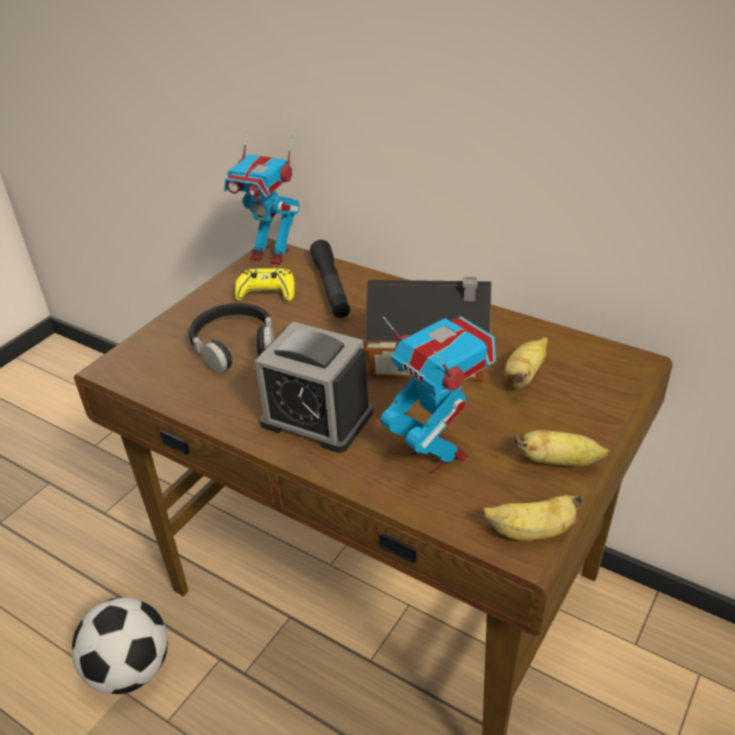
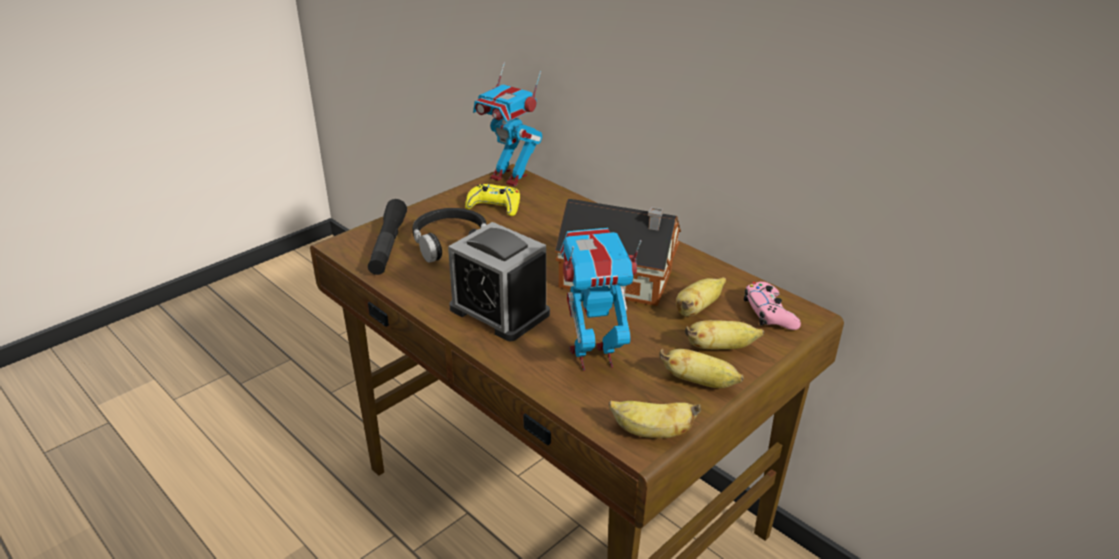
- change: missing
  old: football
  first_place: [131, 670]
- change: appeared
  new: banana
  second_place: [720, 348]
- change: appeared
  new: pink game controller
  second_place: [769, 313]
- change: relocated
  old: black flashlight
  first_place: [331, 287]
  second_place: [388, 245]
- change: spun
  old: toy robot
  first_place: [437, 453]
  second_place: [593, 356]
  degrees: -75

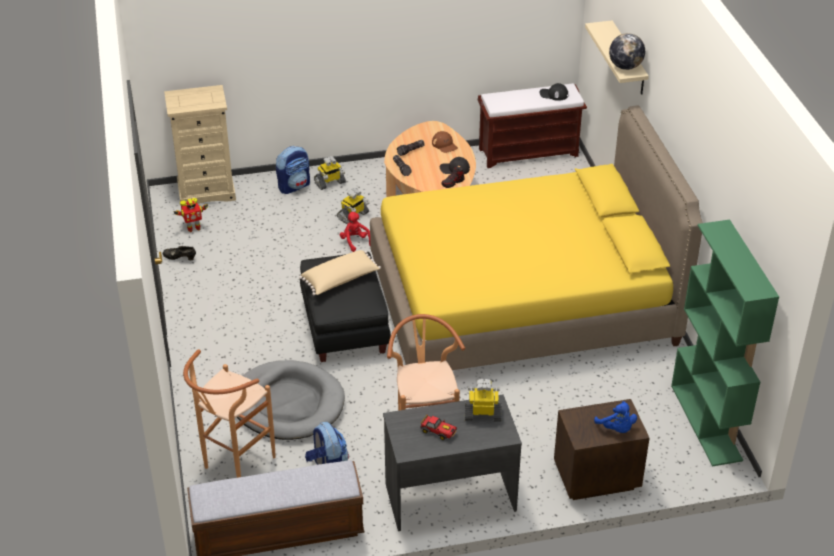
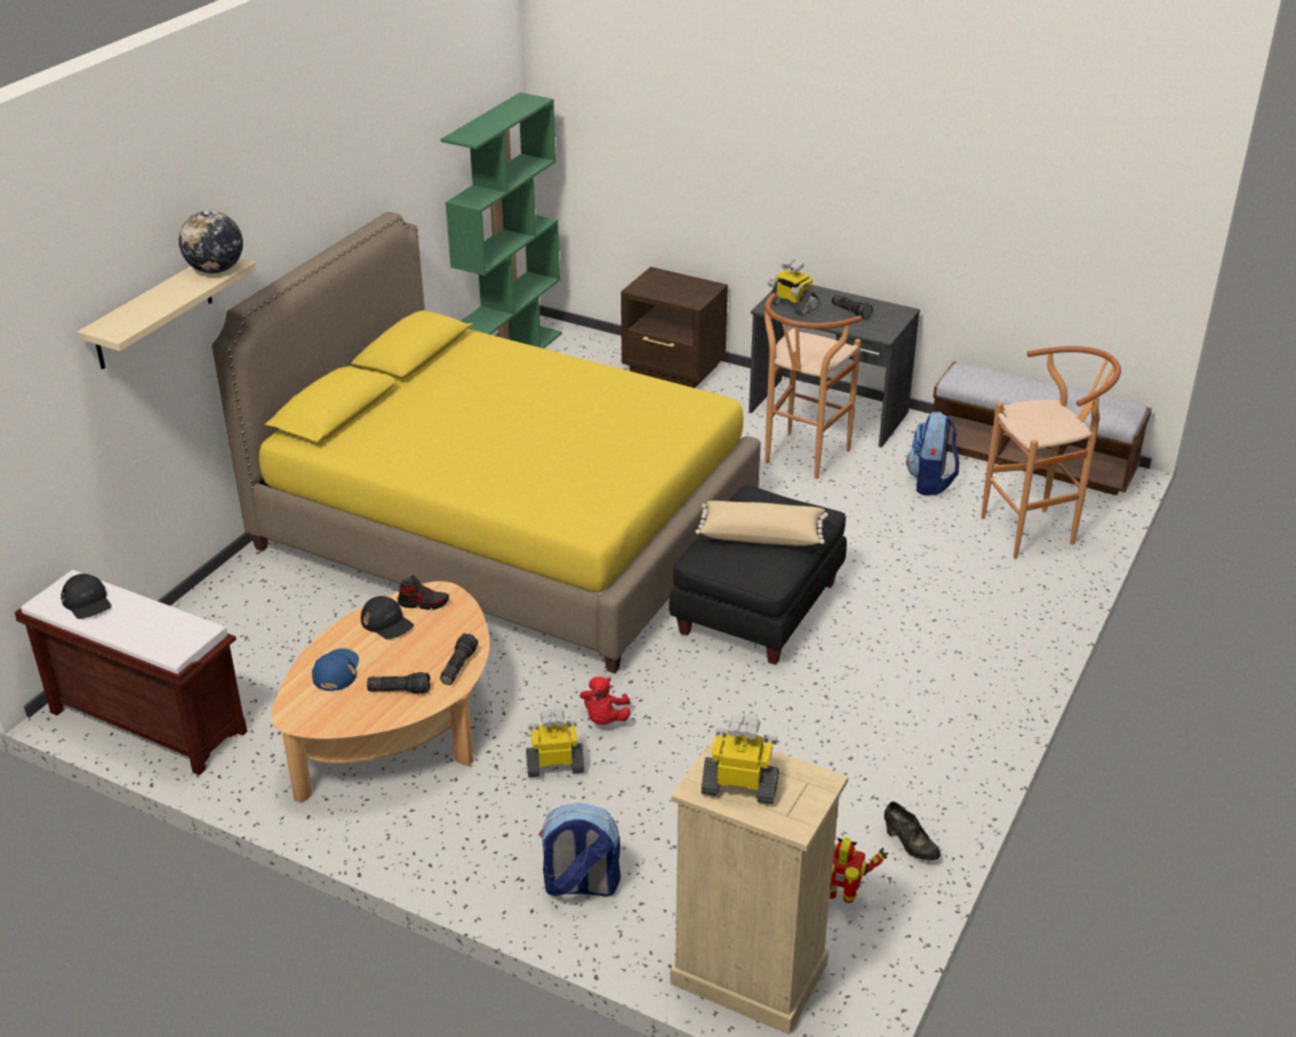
- change: missing
  old: grey dog bed
  first_place: [287, 404]
- change: missing
  old: blue plush toy
  first_place: [616, 429]
- change: relocated
  old: toy robot
  first_place: [330, 183]
  second_place: [740, 786]
- change: exchanged
  old: toy car
  new: flashlight
  first_place: [438, 431]
  second_place: [852, 311]
- change: colour
  old: brown cap
  new: blue cap
  first_place: [444, 145]
  second_place: [336, 671]

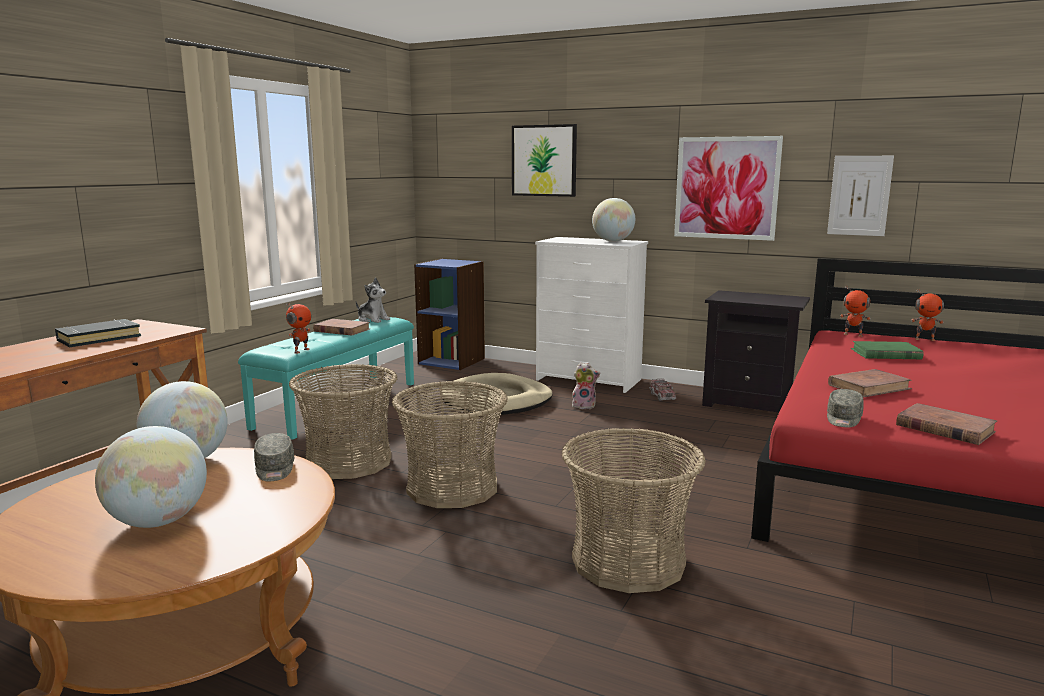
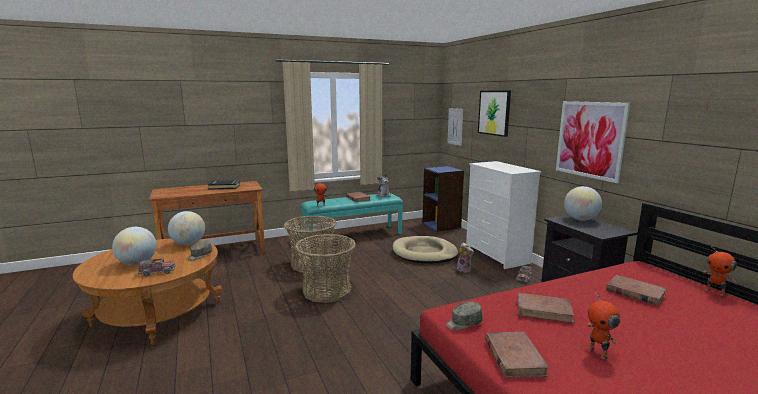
- change: missing
  old: basket
  first_place: [628, 561]
- change: appeared
  new: toy truck
  second_place: [157, 272]
- change: relocated
  old: globe
  first_place: [613, 241]
  second_place: [580, 219]
- change: relocated
  old: picture
  first_place: [859, 195]
  second_place: [455, 126]
- change: relocated
  old: toy robot
  first_place: [853, 335]
  second_place: [598, 352]
- change: colour
  old: green book
  new: brown book
  first_place: [885, 354]
  second_place: [634, 292]

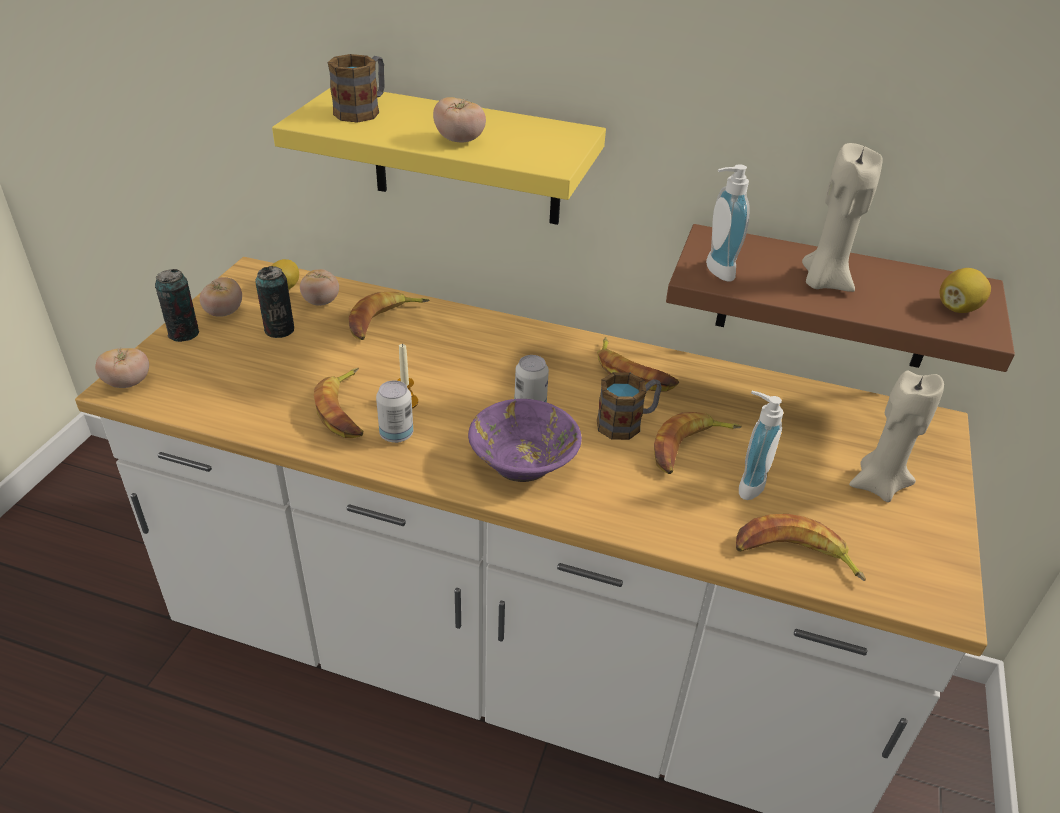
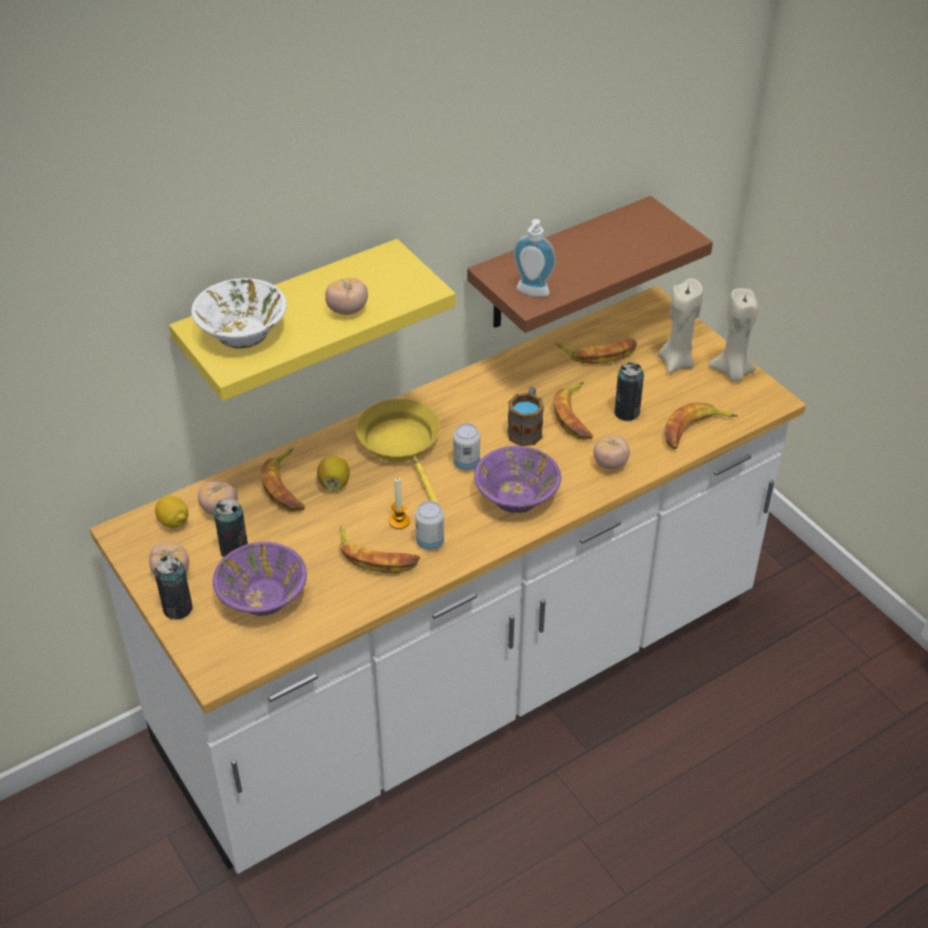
- change: appeared
  new: purple bowl
  second_place: [262, 596]
- change: appeared
  new: yellow frying pan
  second_place: [402, 445]
- change: relocated
  old: tomato
  first_place: [128, 383]
  second_place: [610, 463]
- change: relocated
  old: banana
  first_place: [633, 372]
  second_place: [599, 353]
- change: relocated
  old: beige candle
  first_place: [823, 282]
  second_place: [732, 372]
- change: relocated
  old: lemon
  first_place: [957, 308]
  second_place: [334, 483]
- change: exchanged
  old: mug
  new: white bowl
  first_place: [363, 110]
  second_place: [242, 331]
- change: exchanged
  old: soap dispenser
  new: can
  first_place: [746, 484]
  second_place: [626, 412]

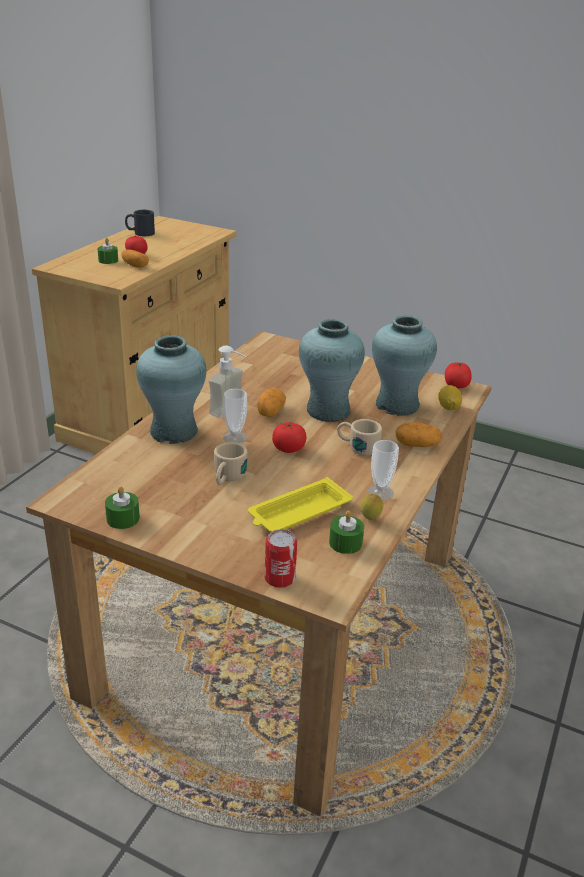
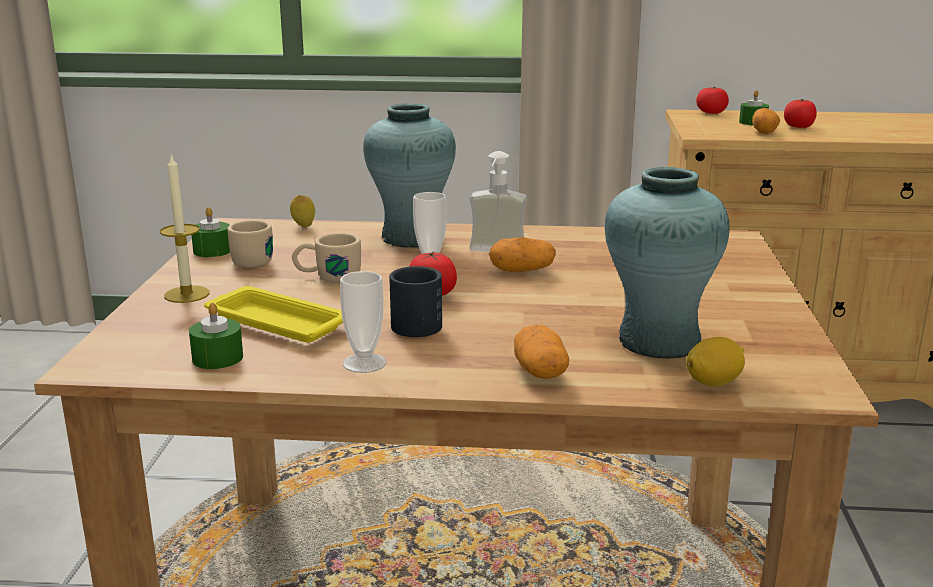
- change: missing
  old: can
  first_place: [279, 578]
- change: missing
  old: turquoise vase
  first_place: [328, 411]
- change: appeared
  new: candle
  second_place: [187, 294]
- change: relocated
  old: black mug
  first_place: [140, 233]
  second_place: [413, 322]
- change: relocated
  old: beige mug
  first_place: [356, 447]
  second_place: [256, 258]
- change: relocated
  old: lemon
  first_place: [370, 519]
  second_place: [303, 227]
- change: relocated
  old: tomato
  first_place: [456, 386]
  second_place: [711, 113]

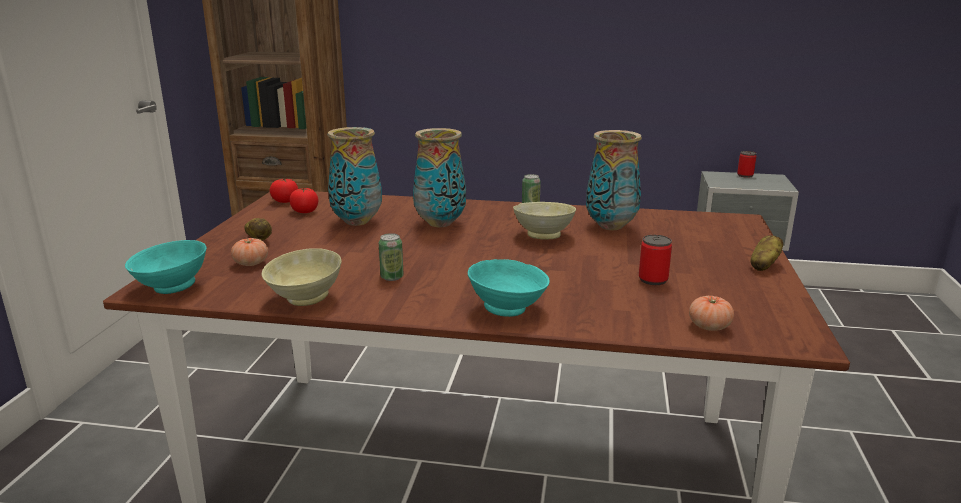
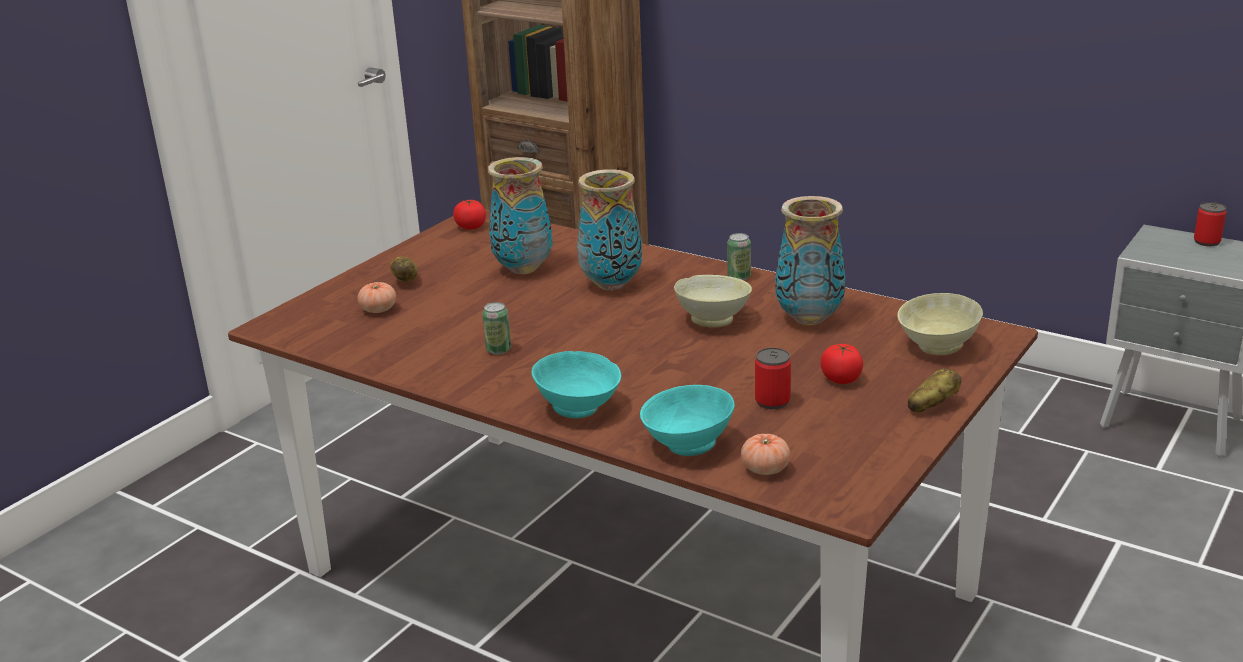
- change: relocated
  old: turquoise bowl
  first_place: [171, 287]
  second_place: [687, 444]
- change: relocated
  old: beige bowl
  first_place: [304, 298]
  second_place: [936, 347]
- change: relocated
  old: tomato
  first_place: [305, 211]
  second_place: [841, 379]

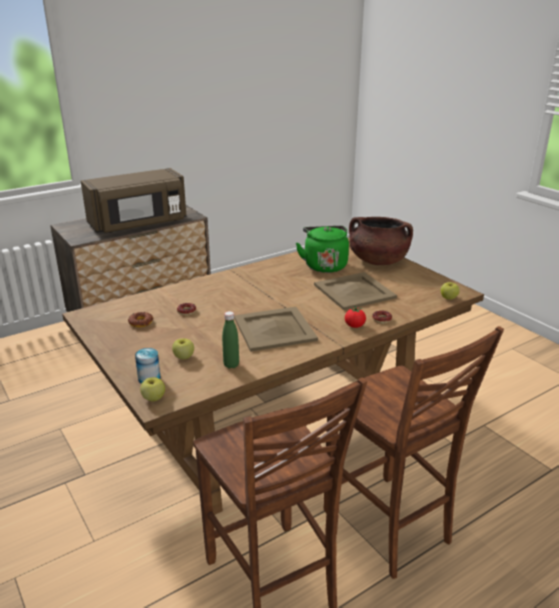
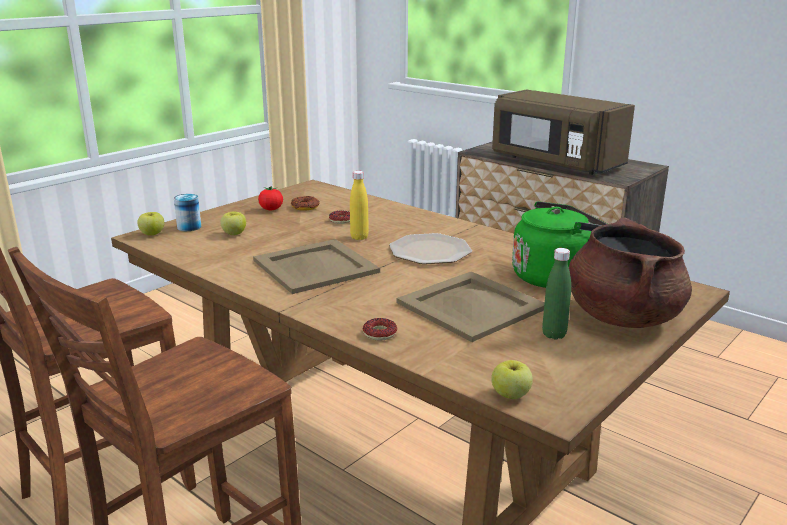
- change: appeared
  new: yellow bottle
  second_place: [359, 237]
- change: appeared
  new: plate
  second_place: [429, 251]
- change: relocated
  old: green bottle
  first_place: [231, 365]
  second_place: [554, 334]
- change: relocated
  old: tomato
  first_place: [354, 326]
  second_place: [271, 209]

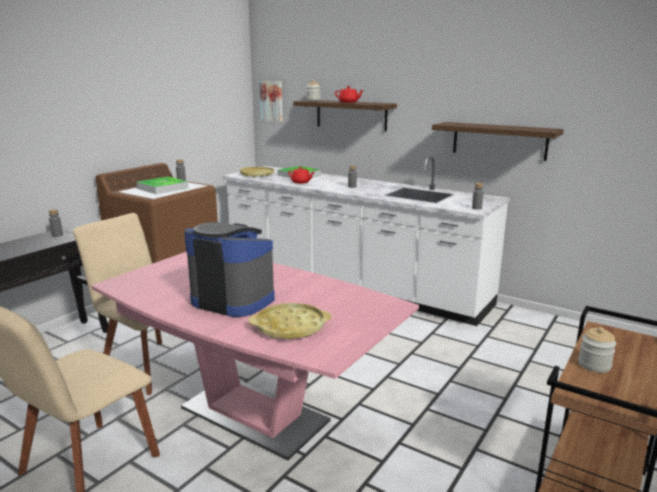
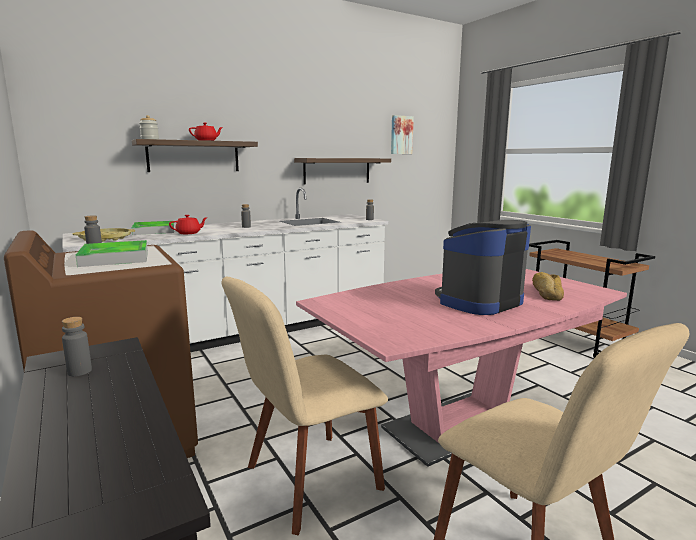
- change: missing
  old: jar
  first_place: [594, 365]
- change: relocated
  old: picture
  first_place: [272, 101]
  second_place: [401, 135]
- change: exchanged
  old: yellow tray
  new: bread
  first_place: [290, 327]
  second_place: [546, 293]

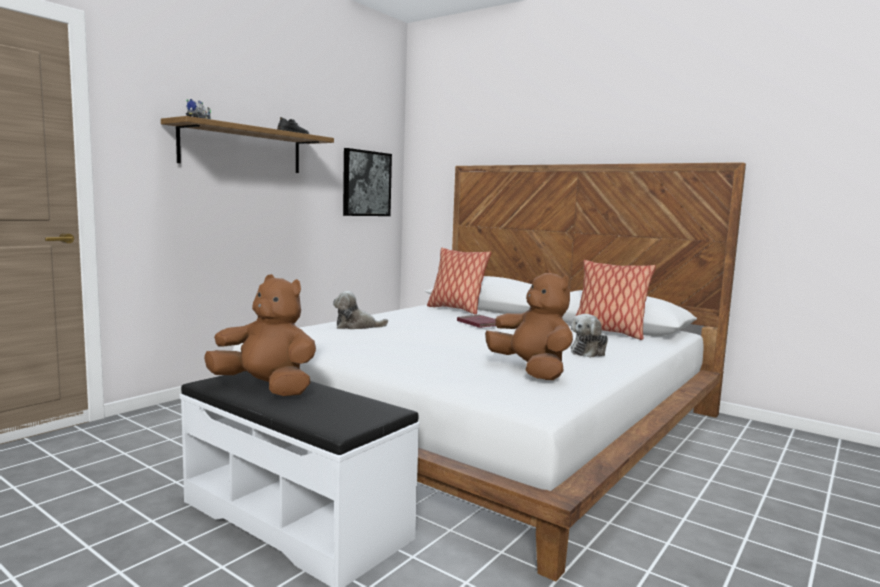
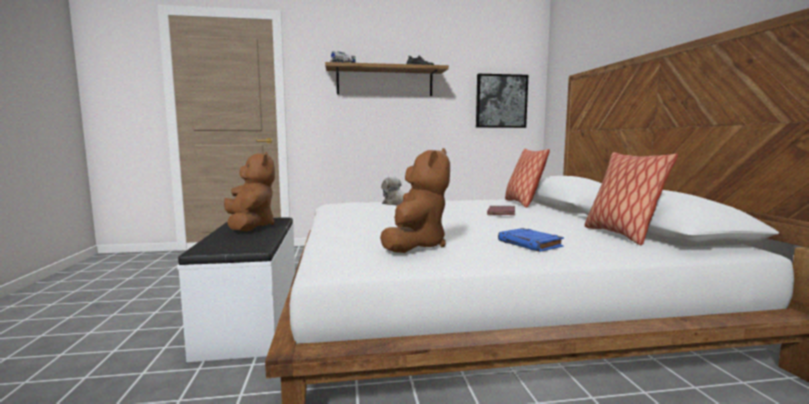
- change: exchanged
  old: plush toy
  new: blue book
  first_place: [589, 352]
  second_place: [530, 244]

